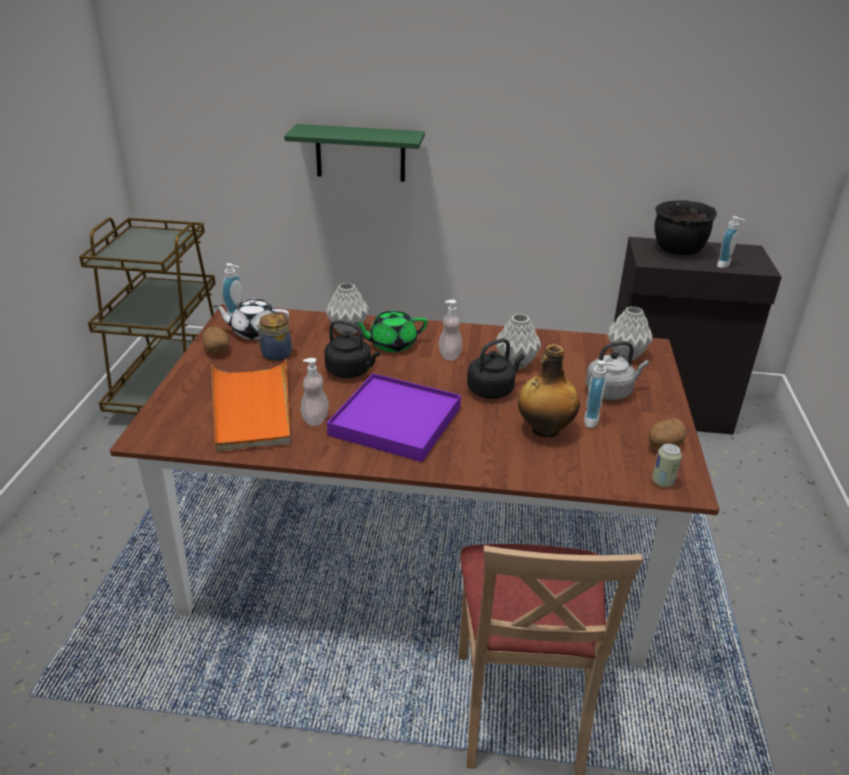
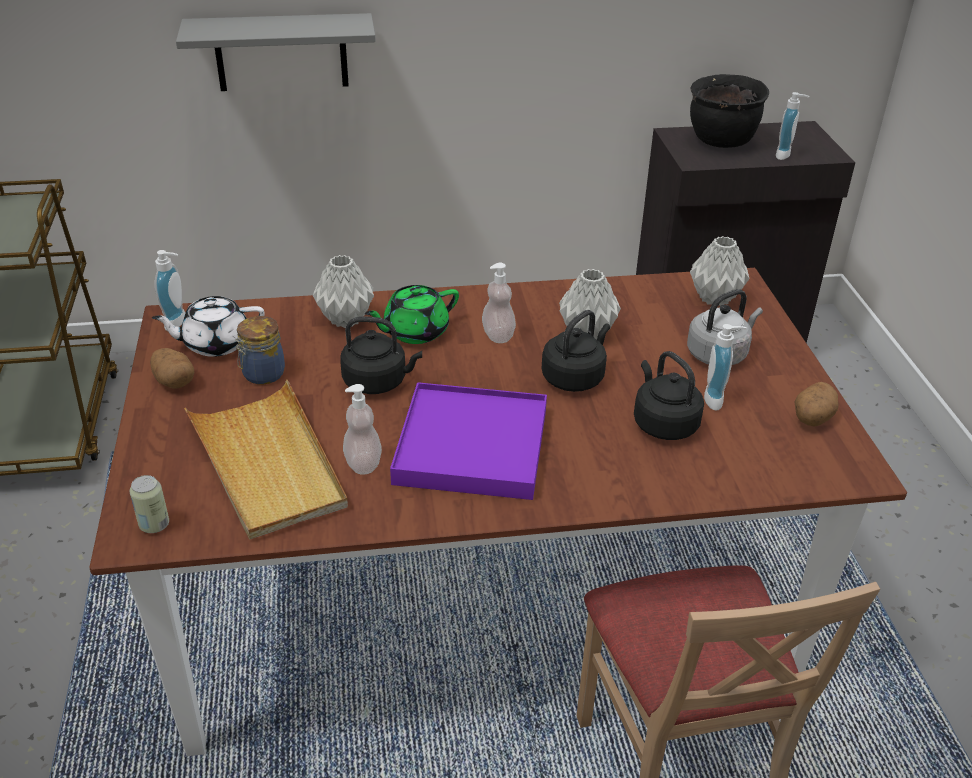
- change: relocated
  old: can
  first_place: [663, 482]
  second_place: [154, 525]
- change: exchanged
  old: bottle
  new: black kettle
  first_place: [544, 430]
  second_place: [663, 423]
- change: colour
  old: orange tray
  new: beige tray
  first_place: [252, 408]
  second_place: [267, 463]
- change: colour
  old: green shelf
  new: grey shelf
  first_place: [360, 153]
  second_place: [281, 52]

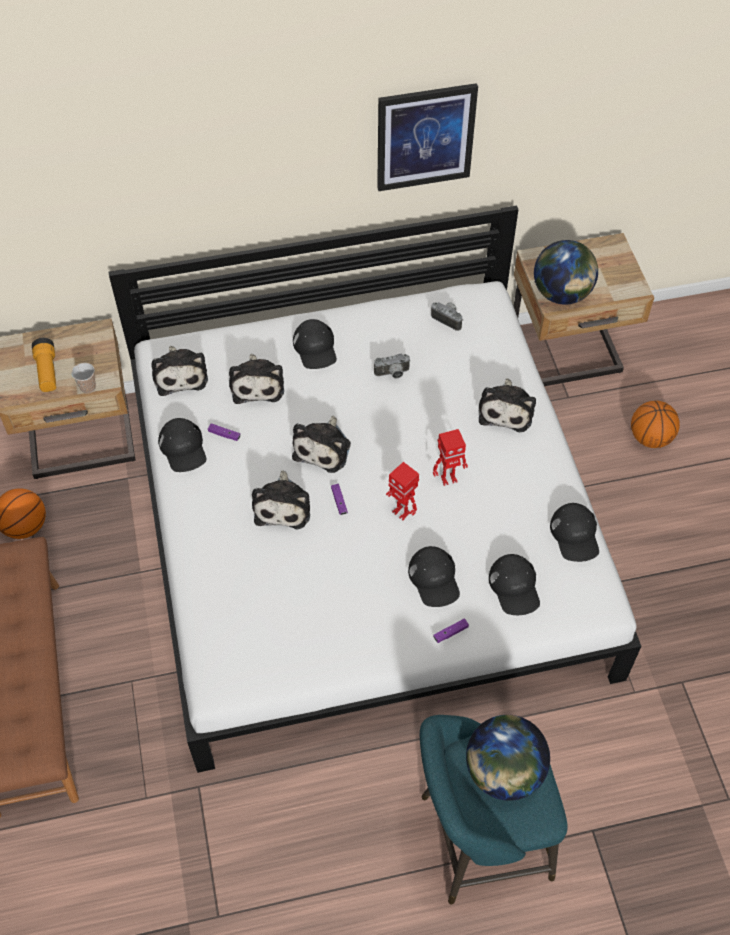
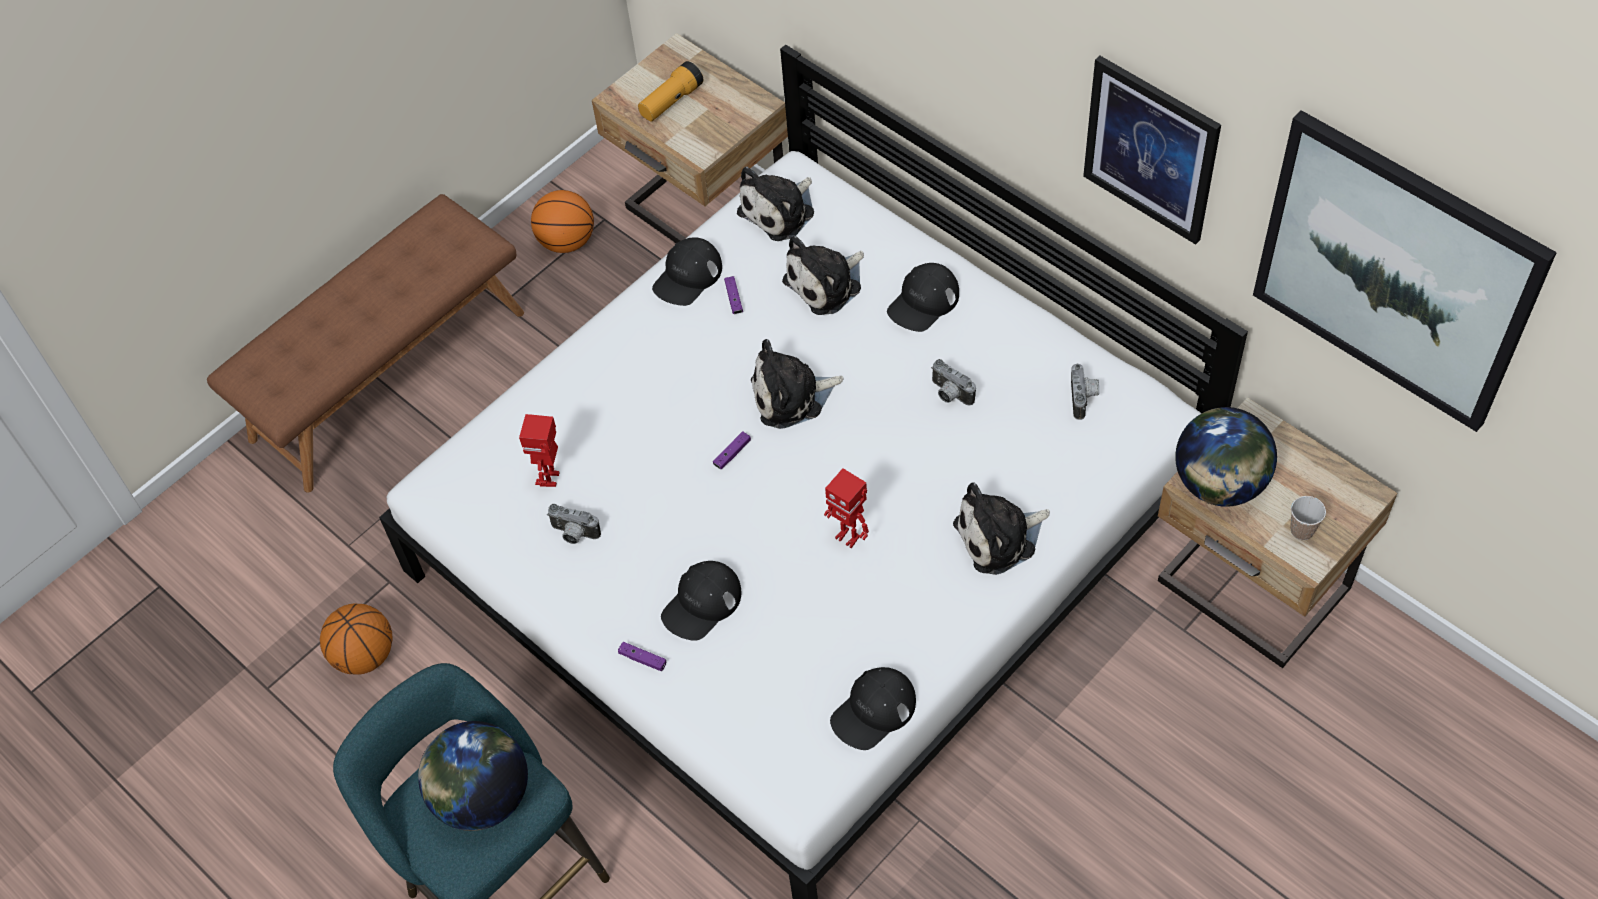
- change: missing
  old: plush toy
  first_place: [283, 505]
- change: missing
  old: black cap
  first_place: [514, 587]
- change: appeared
  new: photo camera
  second_place: [573, 534]
- change: appeared
  new: picture
  second_place: [1395, 271]
- change: relocated
  old: cup
  first_place: [88, 387]
  second_place: [1302, 530]
- change: relocated
  old: toy robot
  first_place: [401, 512]
  second_place: [551, 479]
- change: relocated
  old: basketball
  first_place: [650, 438]
  second_place: [365, 655]

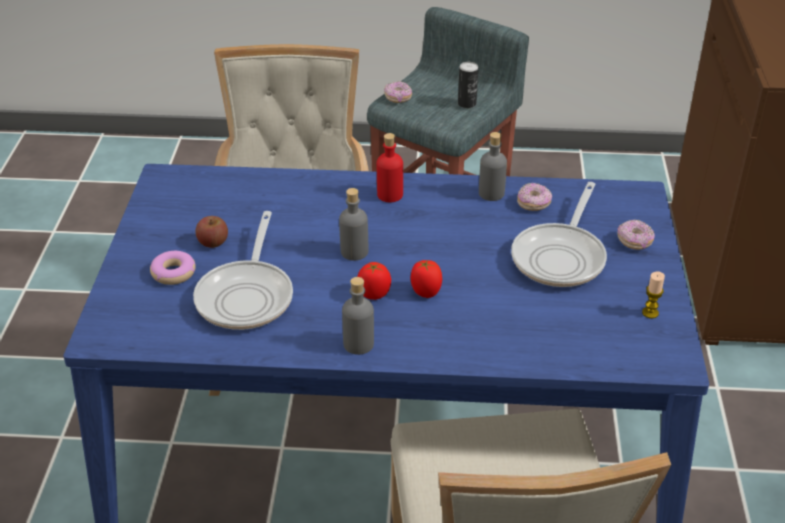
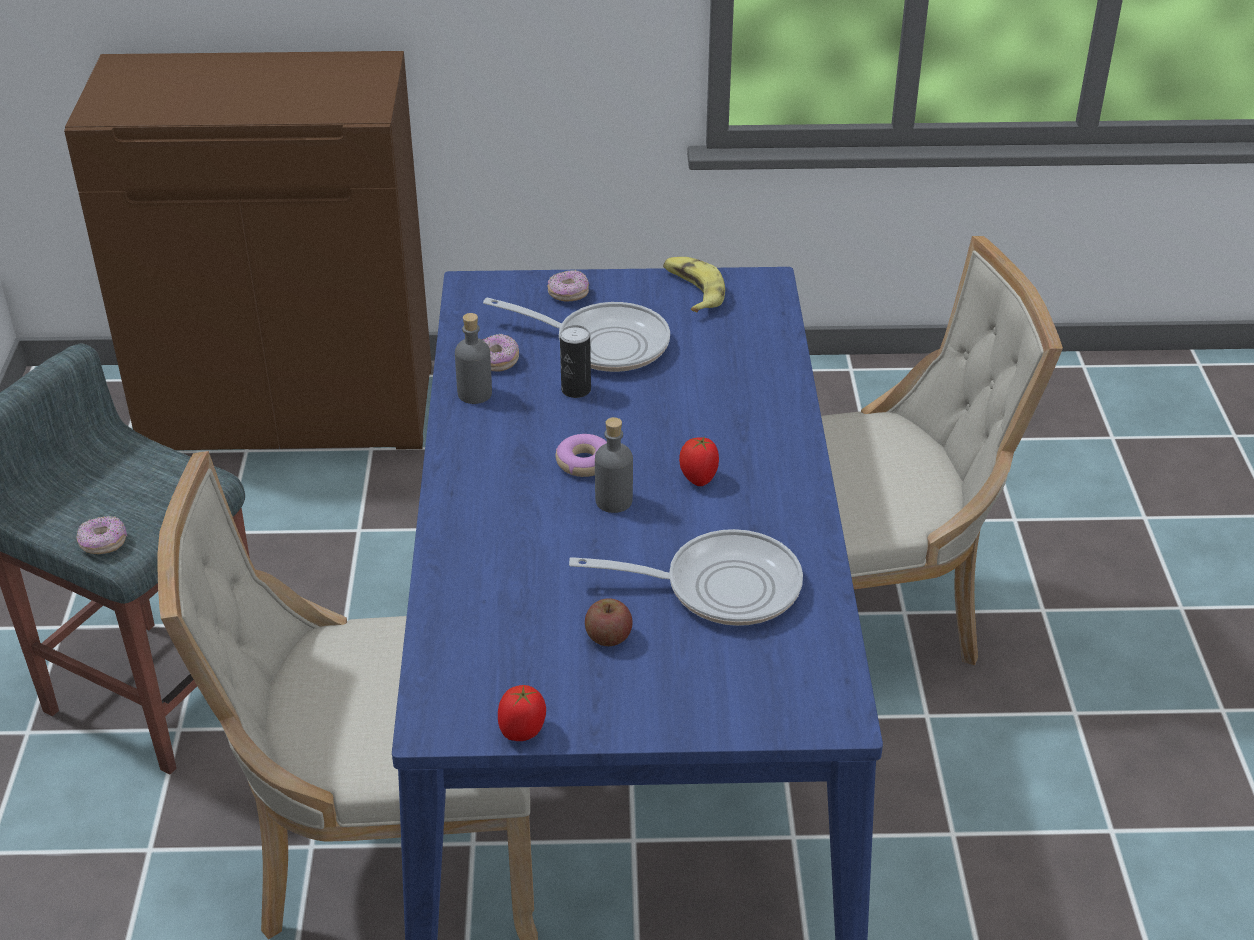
- change: missing
  old: grey bottle
  first_place: [358, 344]
- change: missing
  old: red bottle
  first_place: [390, 195]
- change: relocated
  old: donut
  first_place: [173, 273]
  second_place: [584, 462]
- change: relocated
  old: tomato
  first_place: [425, 292]
  second_place: [523, 731]
- change: relocated
  old: can
  first_place: [467, 104]
  second_place: [576, 389]
- change: exchanged
  old: candle
  new: banana
  first_place: [650, 313]
  second_place: [692, 291]

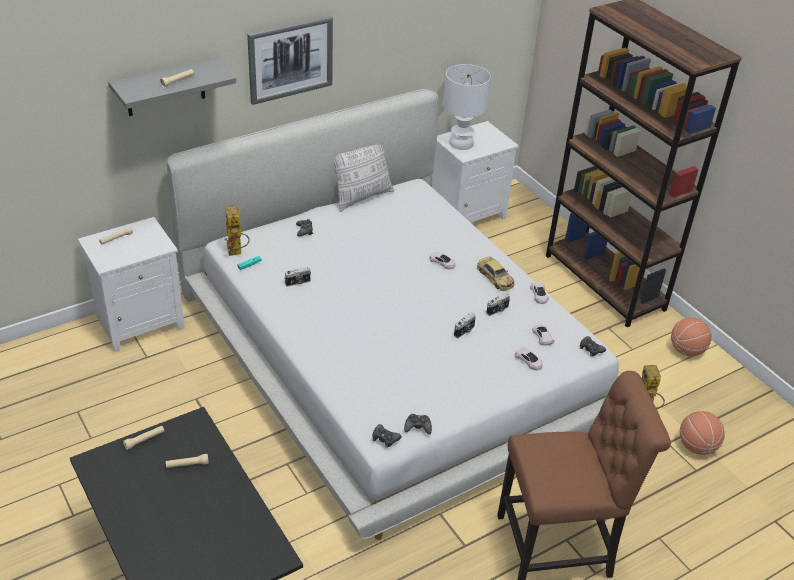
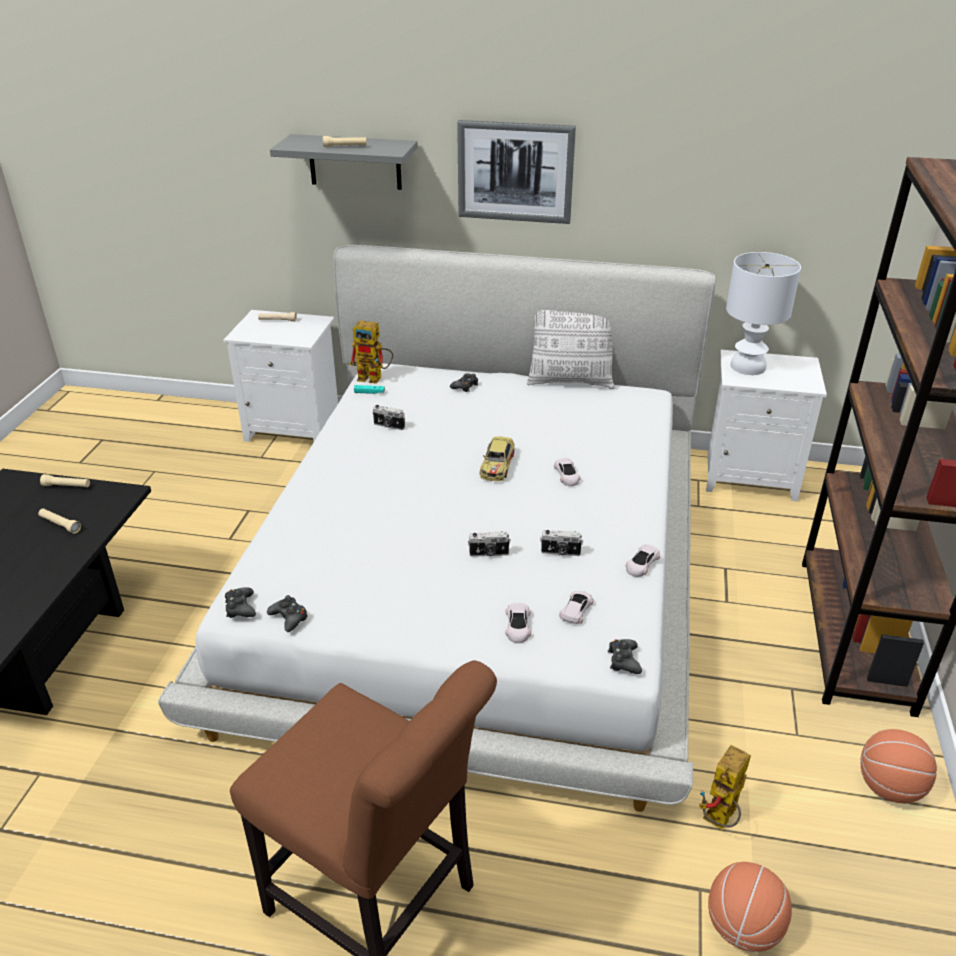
- change: relocated
  old: toy car
  first_place: [495, 277]
  second_place: [497, 464]
- change: spun
  old: toy robot
  first_place: [237, 252]
  second_place: [375, 378]
  degrees: -105

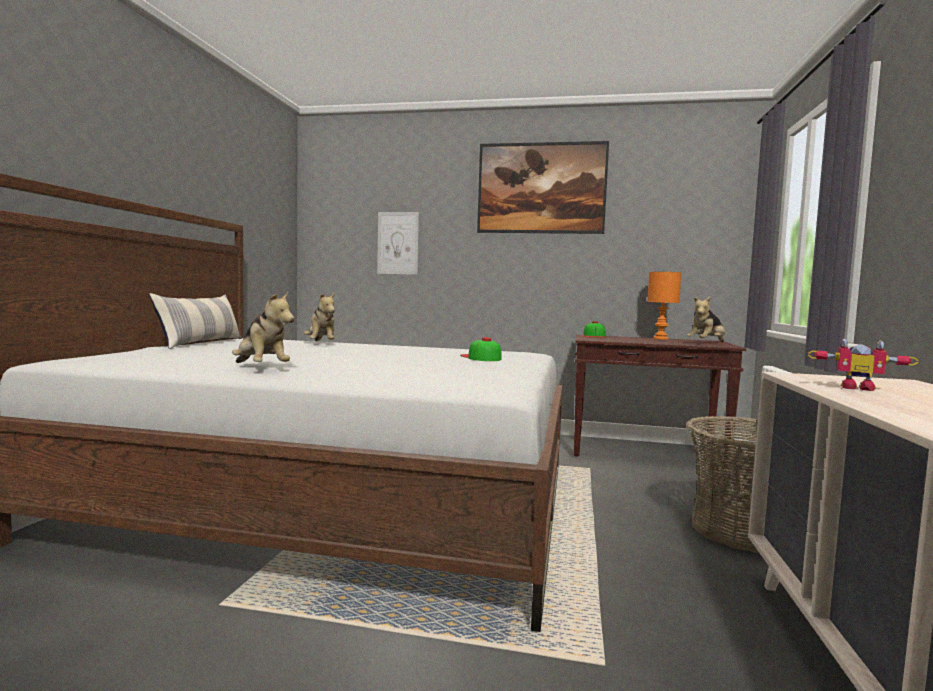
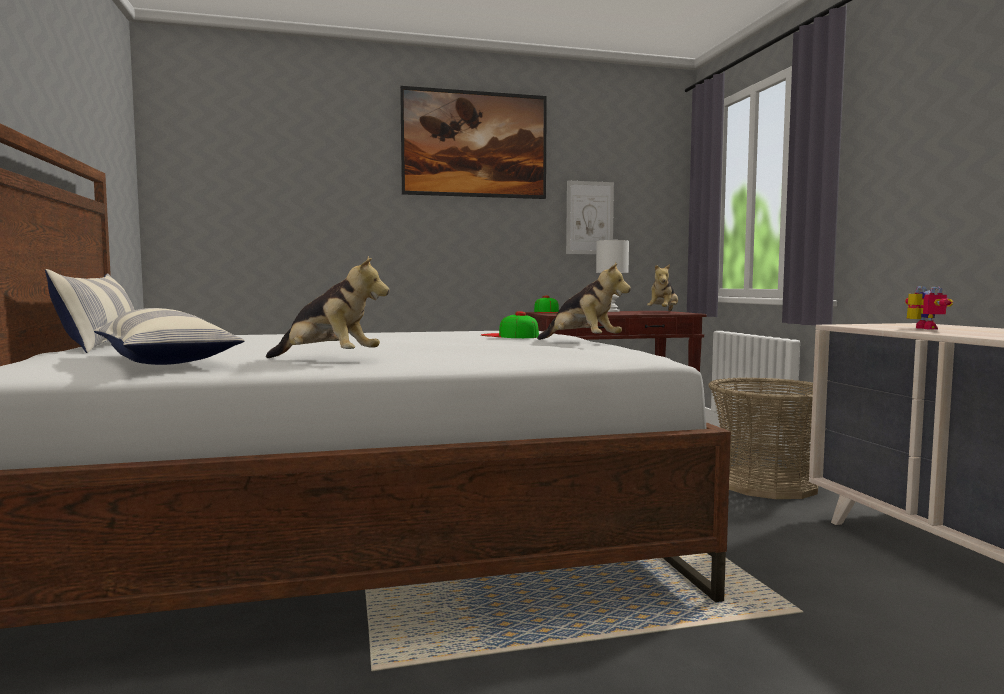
- change: appeared
  new: pillow
  second_place: [165, 360]
- change: relocated
  old: plush toy
  first_place: [321, 344]
  second_place: [581, 342]
- change: relocated
  old: picture
  first_place: [398, 243]
  second_place: [589, 218]
- change: colour
  old: orange table lamp
  new: white table lamp
  first_place: [661, 338]
  second_place: [611, 311]
- change: spun
  old: toy robot
  first_place: [857, 388]
  second_place: [921, 328]
  degrees: -90

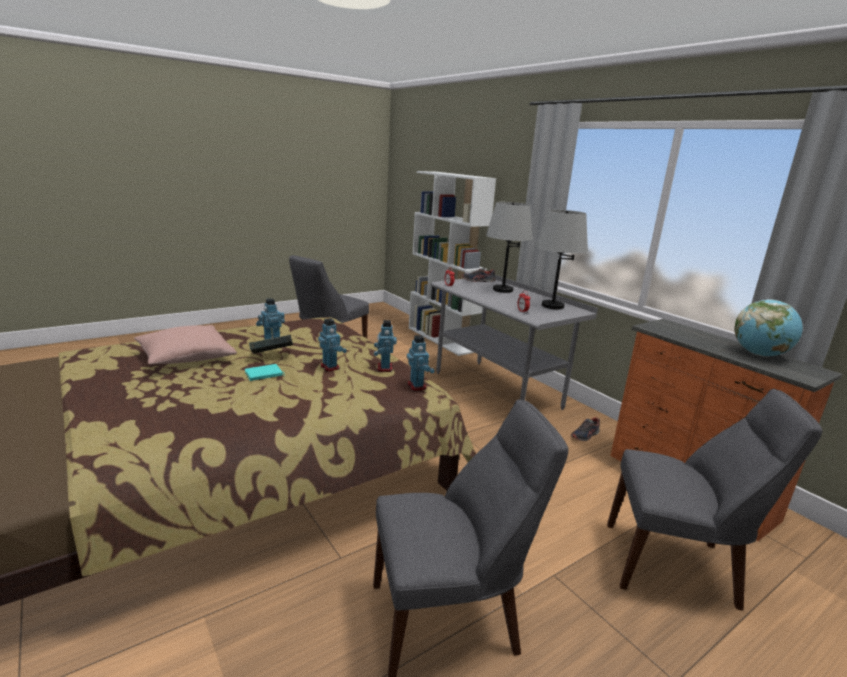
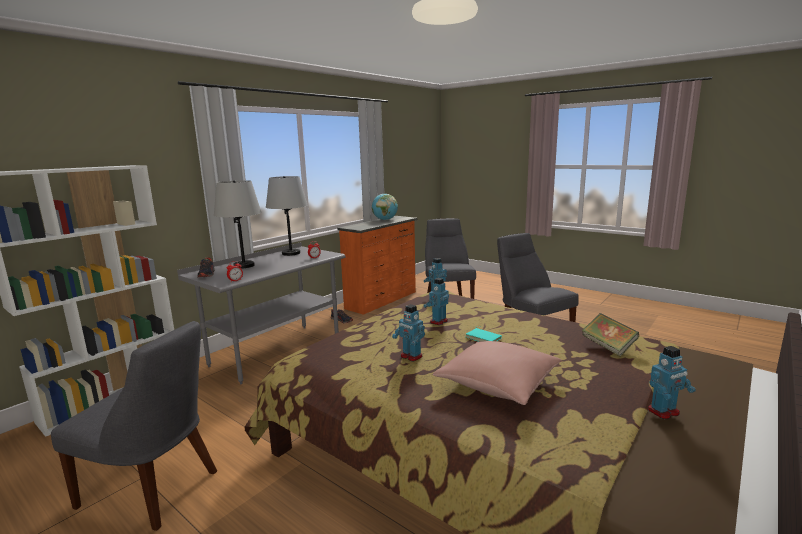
- change: relocated
  old: book
  first_place: [272, 356]
  second_place: [608, 347]
- change: relocated
  old: toy robot
  first_place: [384, 368]
  second_place: [664, 412]

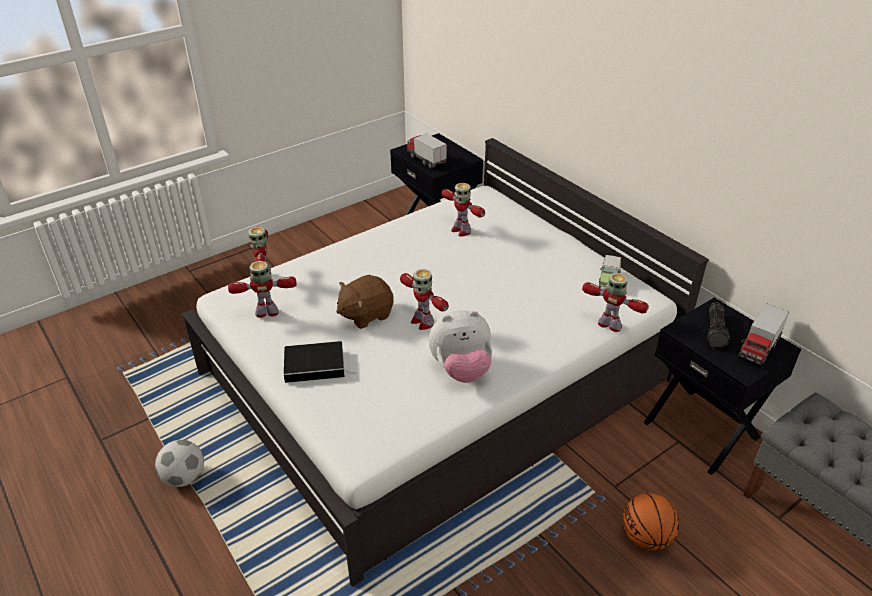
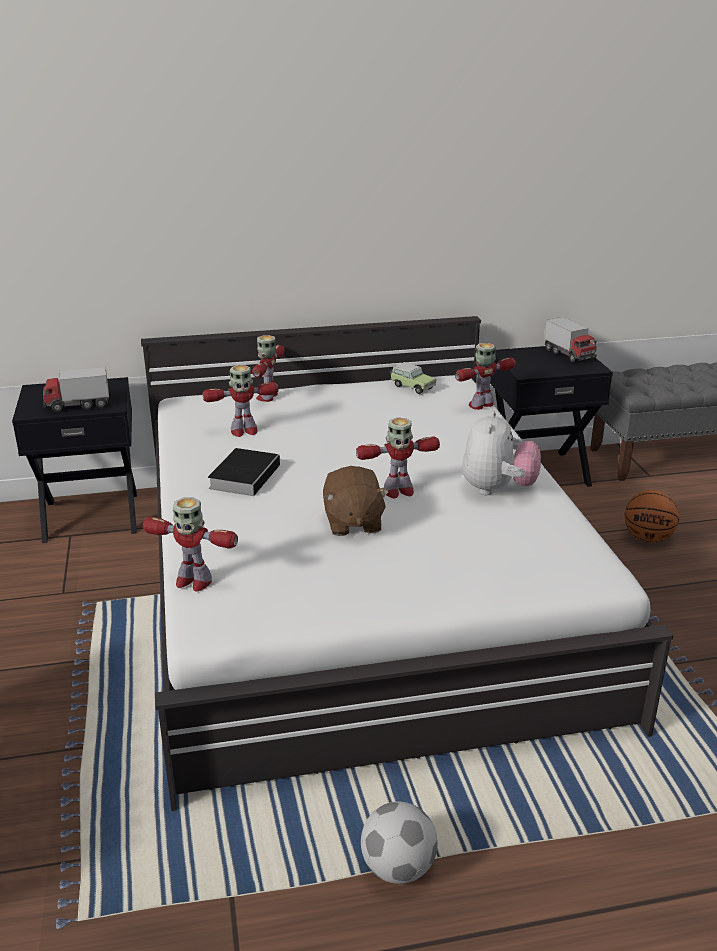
- change: missing
  old: flashlight
  first_place: [716, 331]
- change: relocated
  old: toy robot
  first_place: [267, 312]
  second_place: [268, 396]
- change: relocated
  old: book
  first_place: [316, 365]
  second_place: [245, 475]

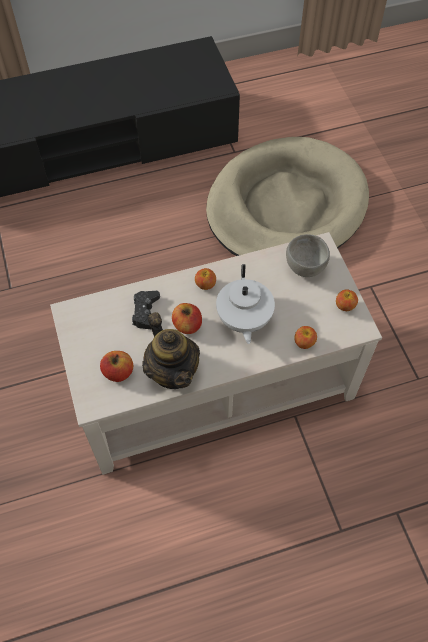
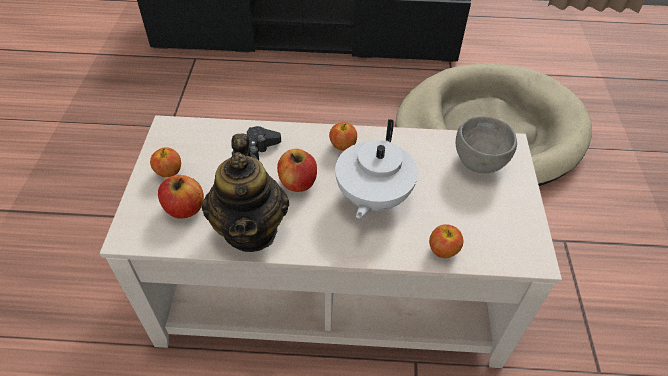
- change: relocated
  old: apple
  first_place: [345, 306]
  second_place: [168, 172]

